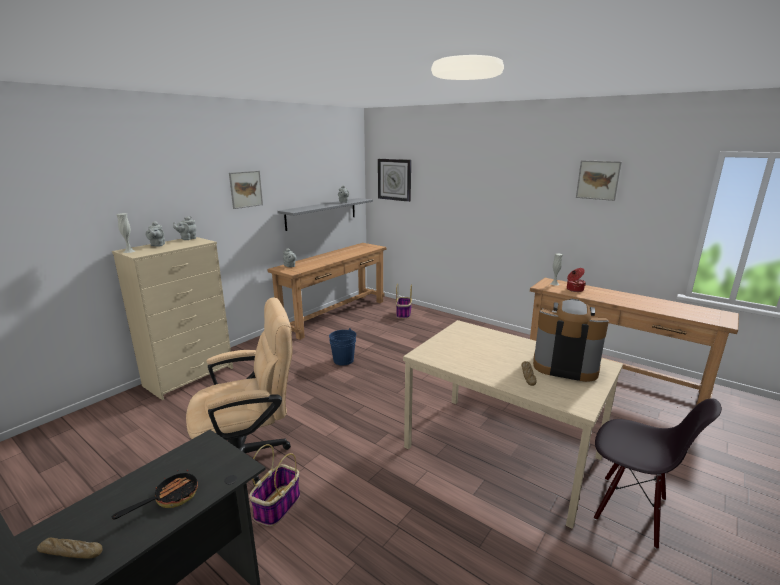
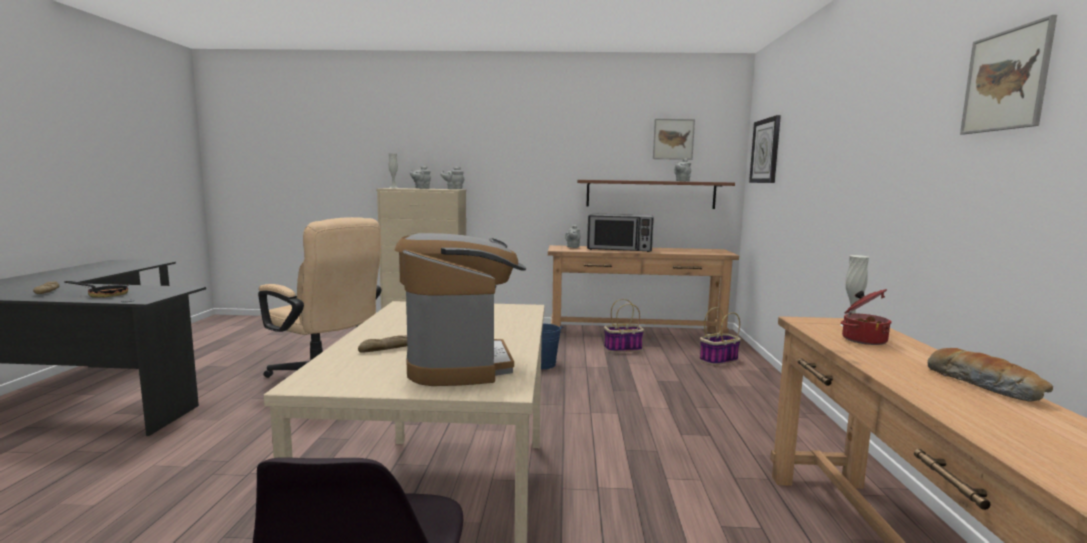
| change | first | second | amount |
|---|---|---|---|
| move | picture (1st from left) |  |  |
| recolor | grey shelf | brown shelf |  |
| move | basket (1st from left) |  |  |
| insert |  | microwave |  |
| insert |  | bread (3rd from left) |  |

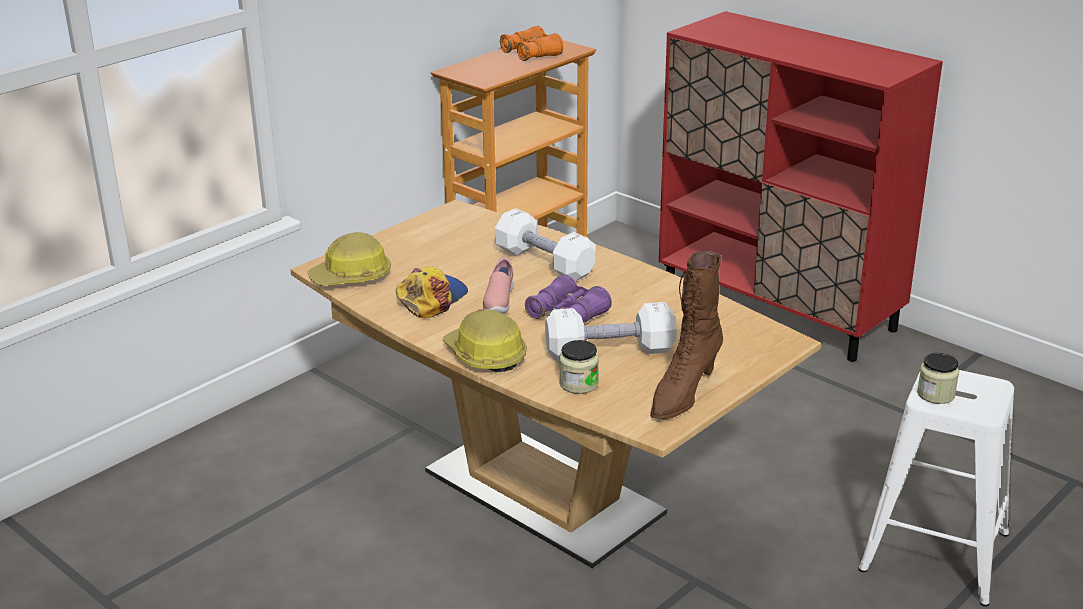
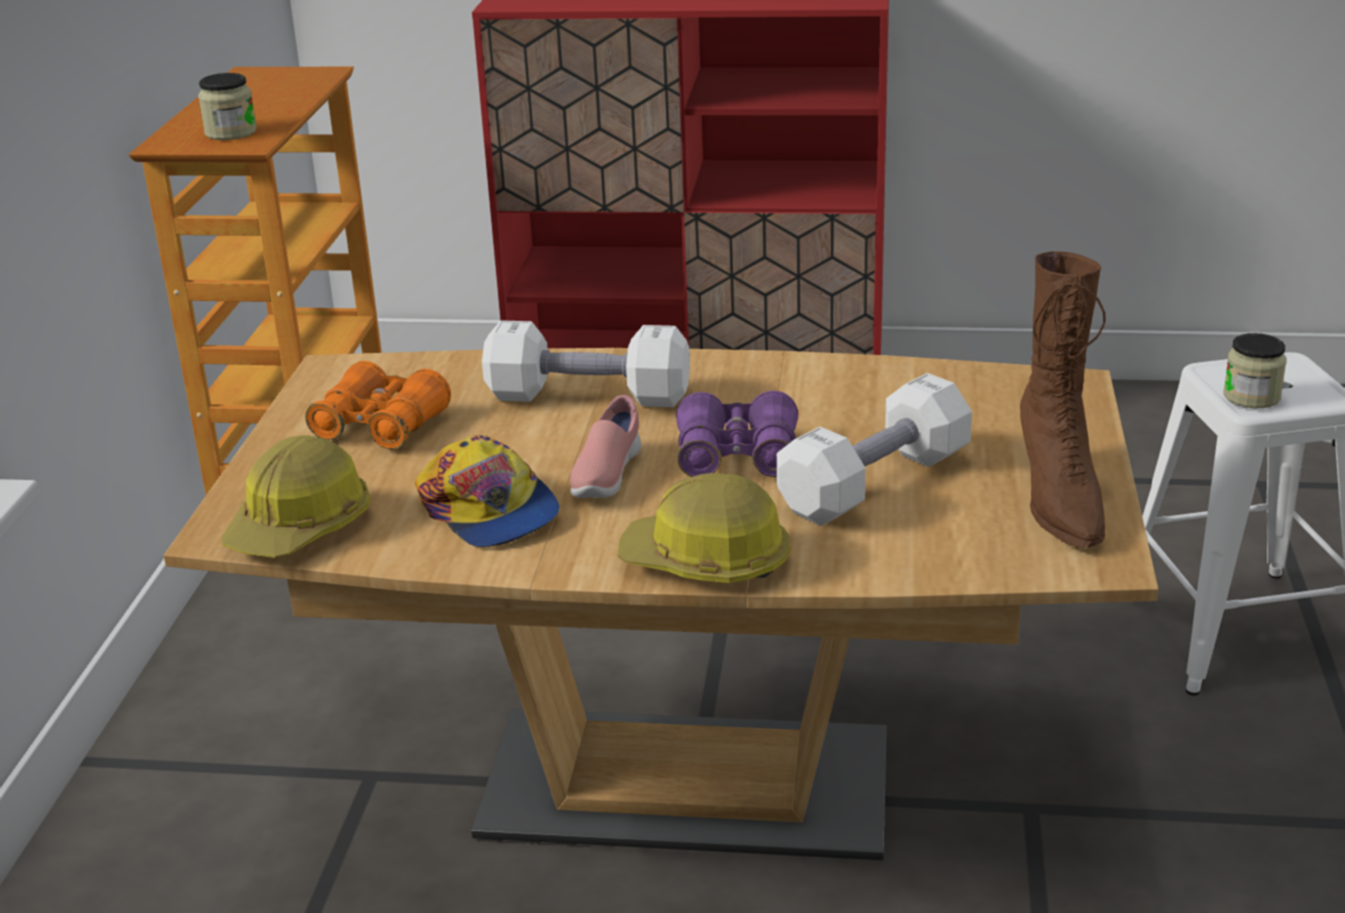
| change | first | second | amount |
|---|---|---|---|
| move | orange binoculars |  |  |
| rotate | pink shoe |  | 45 degrees clockwise |
| rotate | cap |  | 150 degrees clockwise |
| move | jar (1st from left) |  |  |

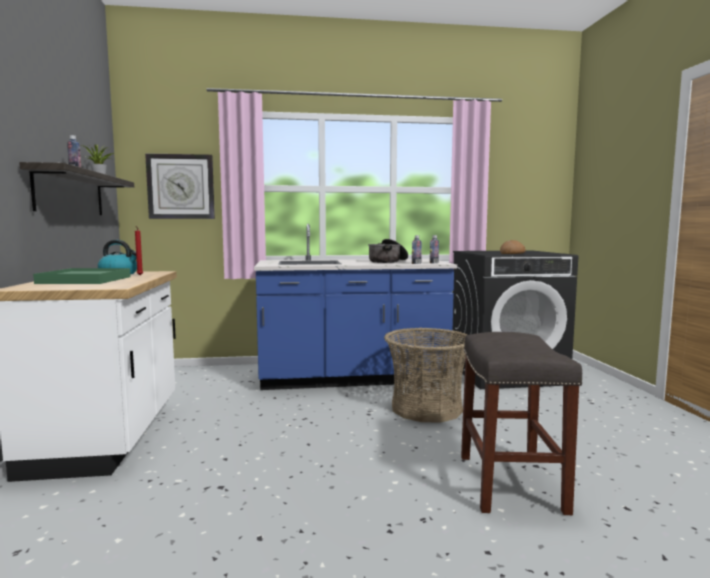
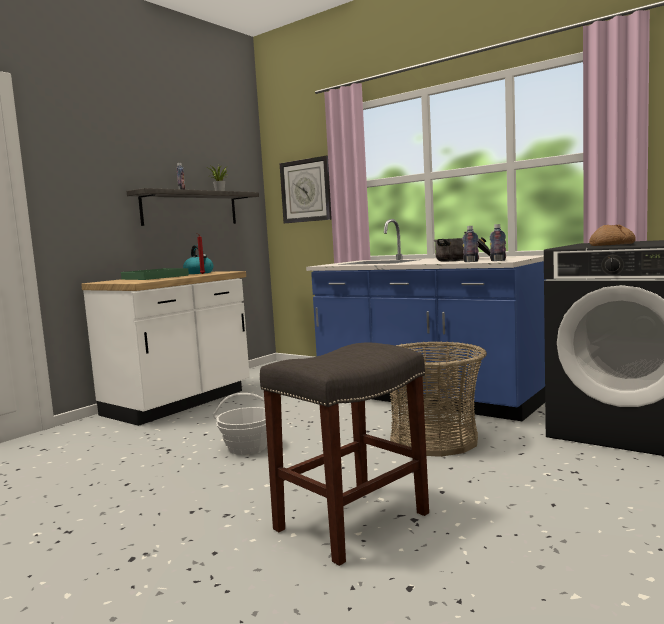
| change | first | second | amount |
|---|---|---|---|
| insert |  | basket (1st from left) |  |

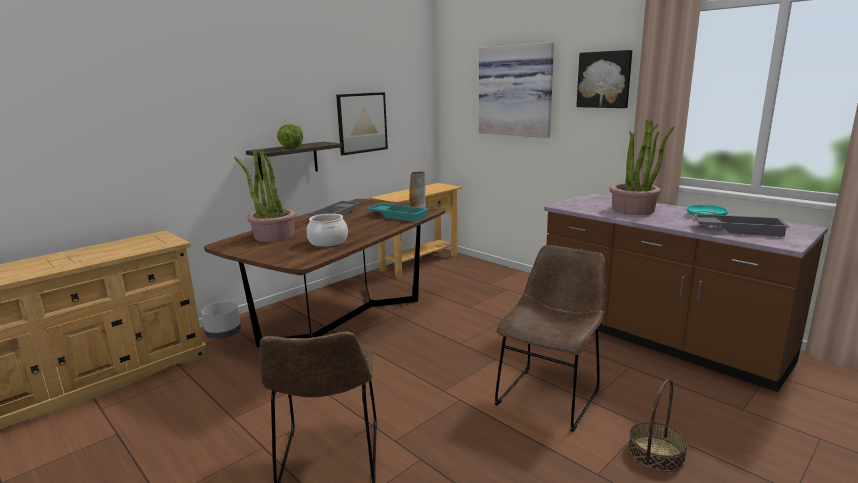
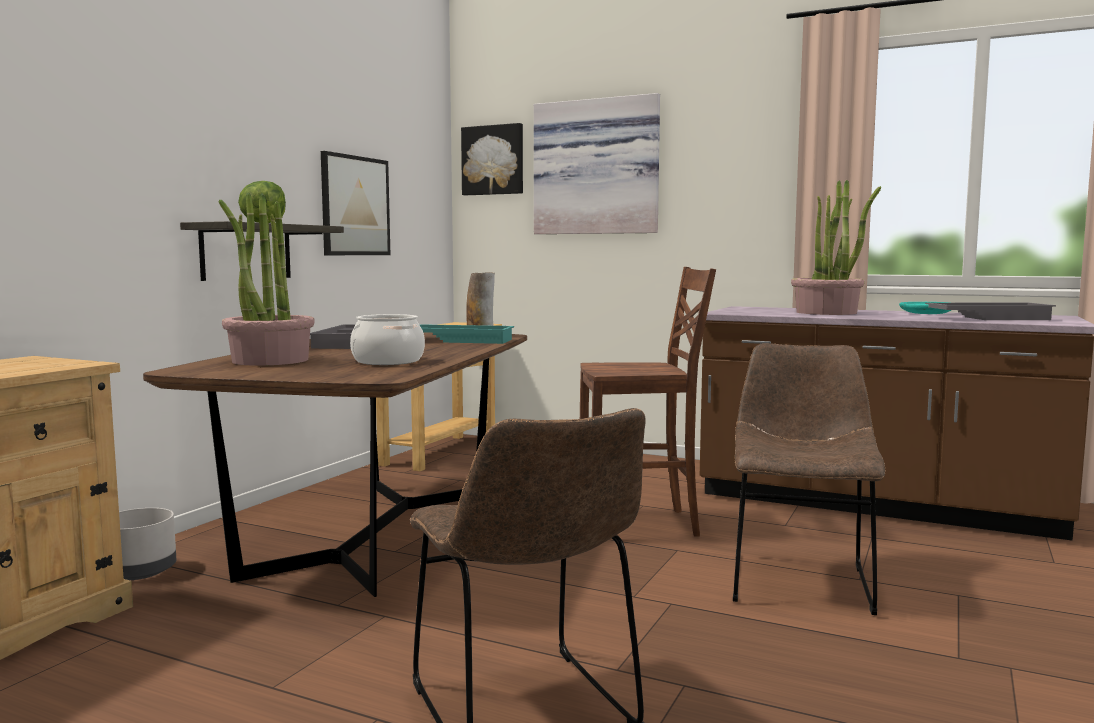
| change | first | second | amount |
|---|---|---|---|
| move | picture (3rd from left in the first image) | picture (2nd from left) |  |
| delete | basket |  |  |
| insert |  | brown chair (2nd from left) |  |

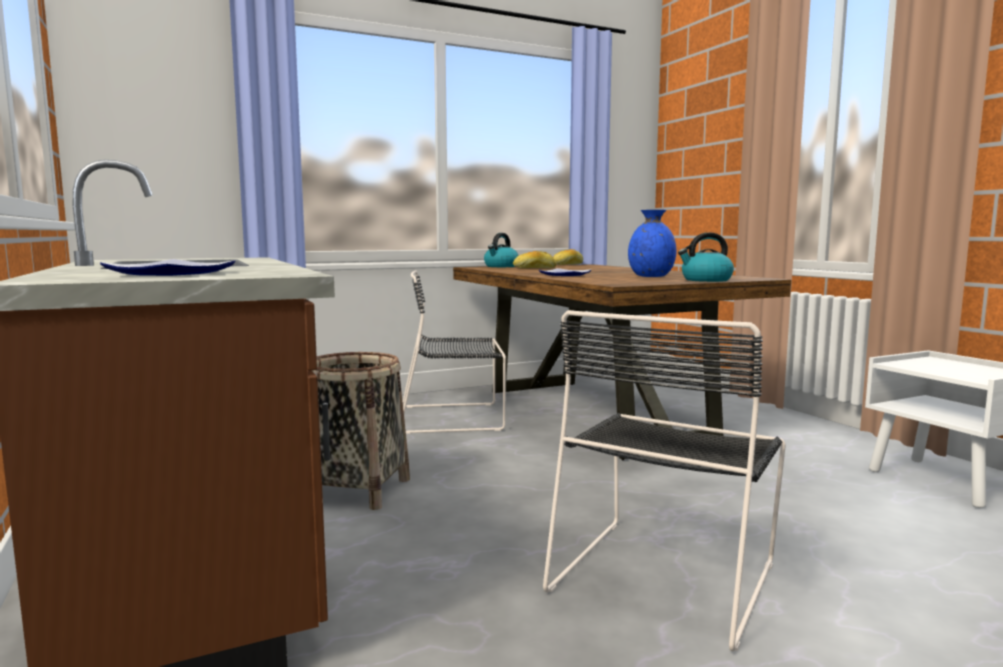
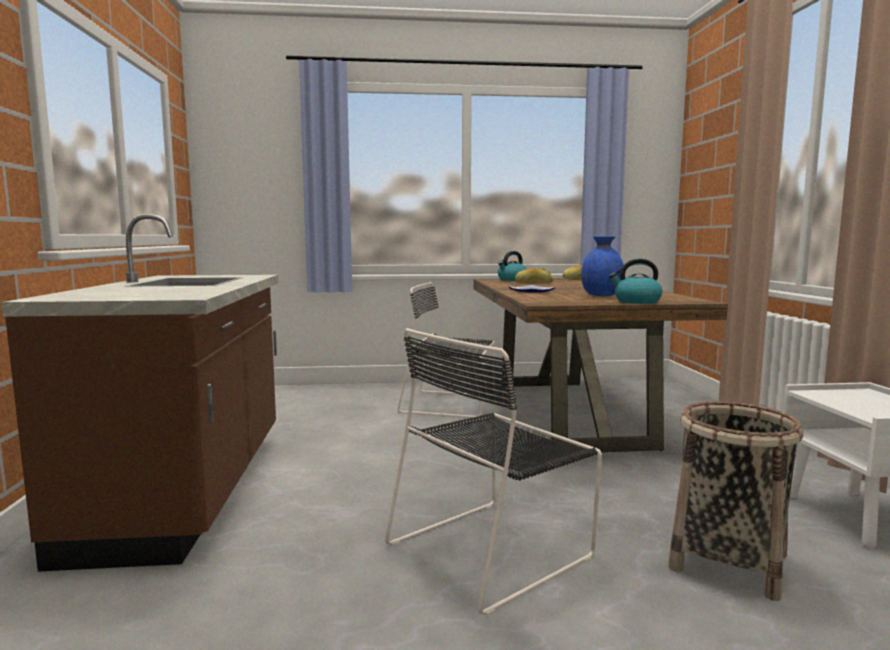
| change | first | second | amount |
|---|---|---|---|
| delete | plate (1st from left) |  |  |
| move | basket |  |  |

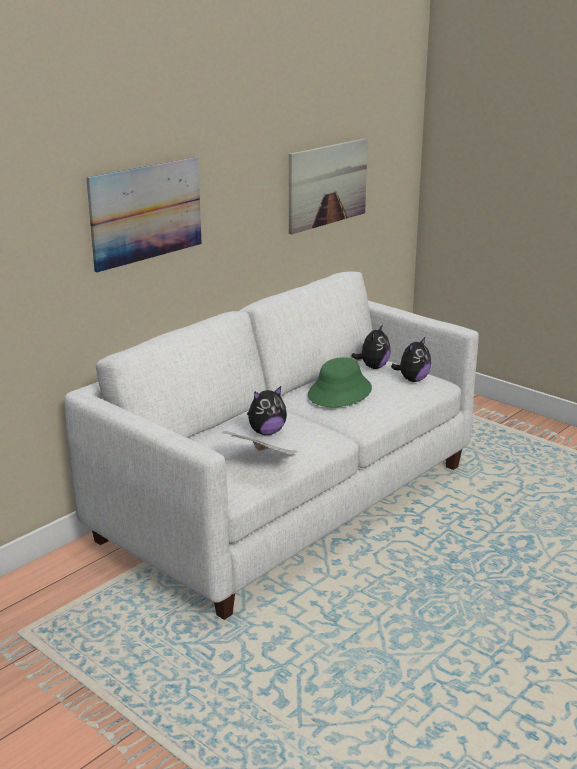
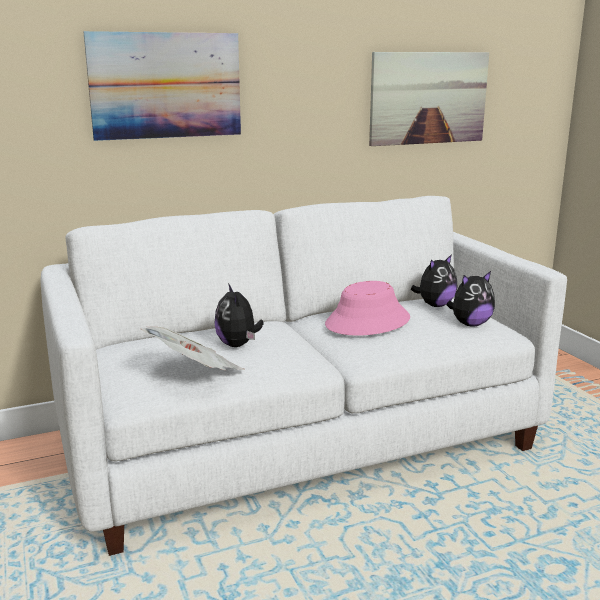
| change | first | second | amount |
|---|---|---|---|
| recolor | green hat | pink hat |  |
| rotate | plush toy (1st from left) |  | 75 degrees clockwise |

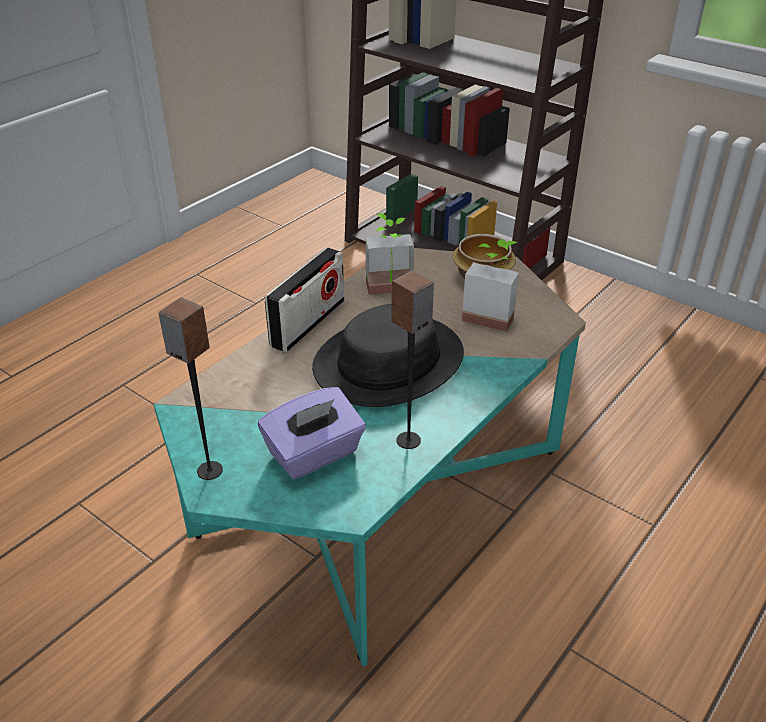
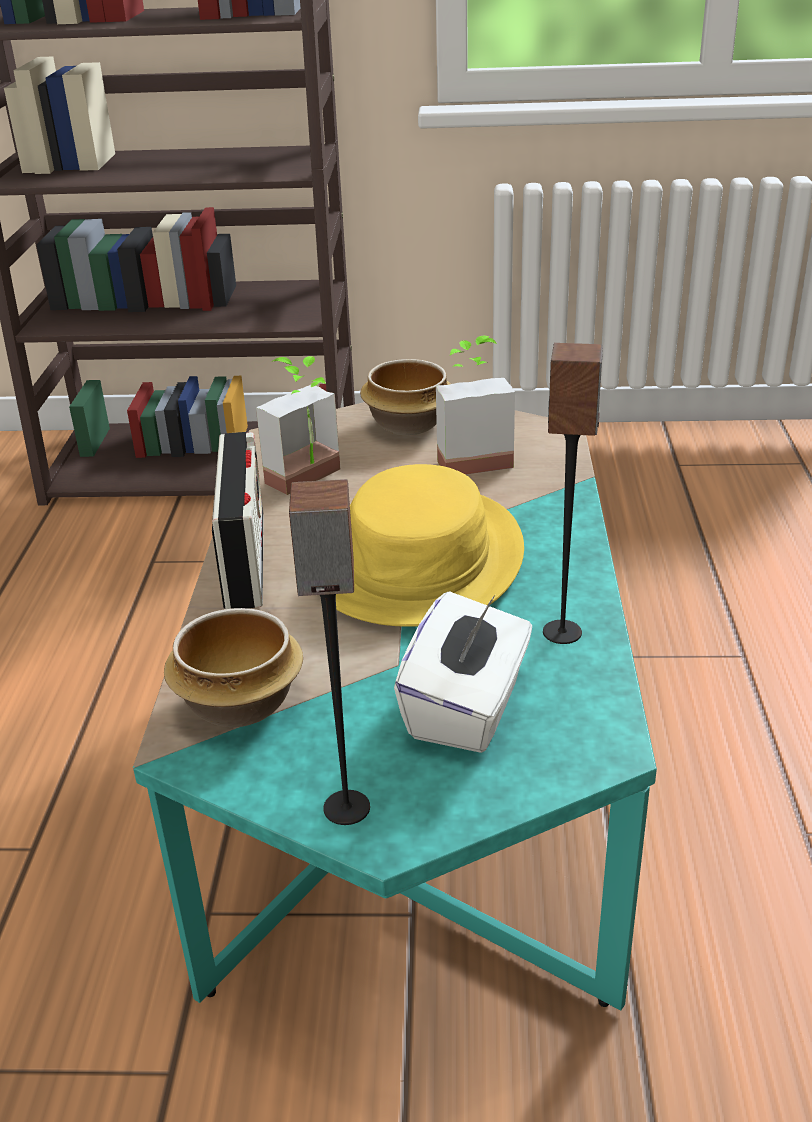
| change | first | second | amount |
|---|---|---|---|
| recolor | black hat | yellow hat |  |
| recolor | purple tissue box | white tissue box |  |
| insert |  | bowl (1st from left) |  |

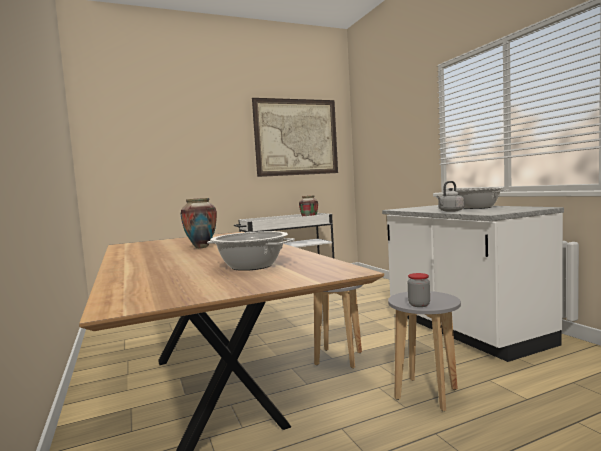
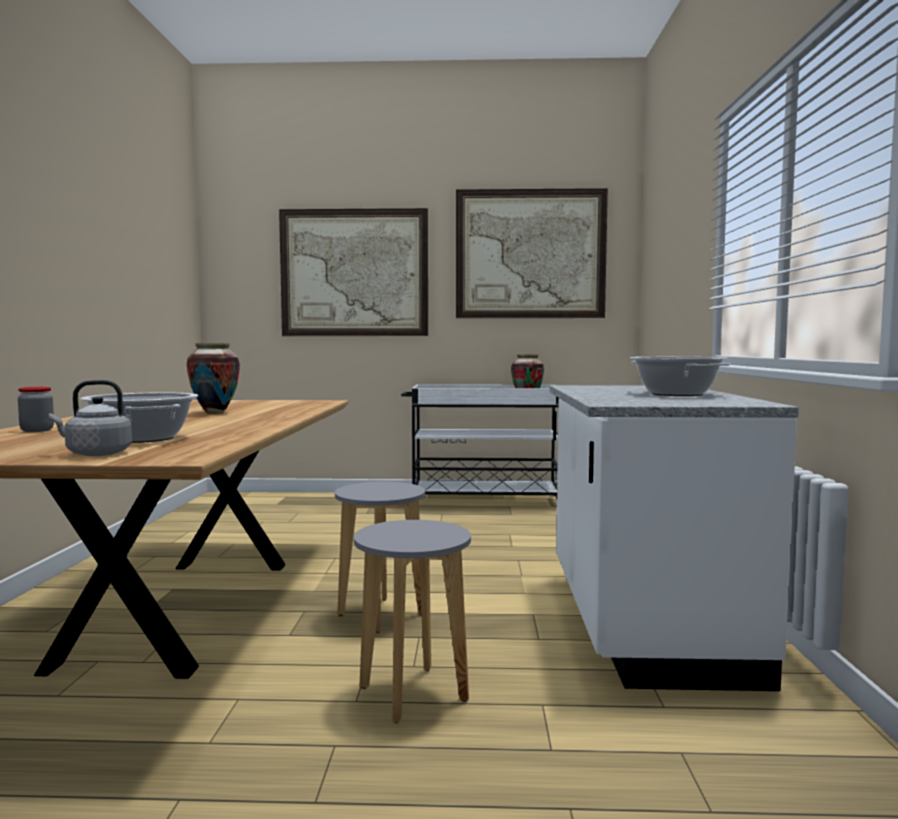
| change | first | second | amount |
|---|---|---|---|
| move | grey kettle |  |  |
| move | jar |  |  |
| insert |  | picture (1st from left) |  |

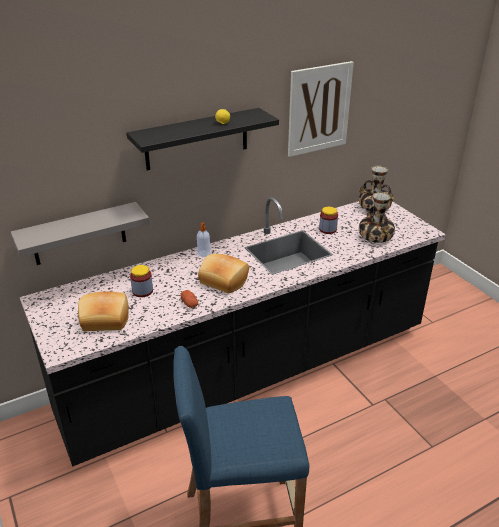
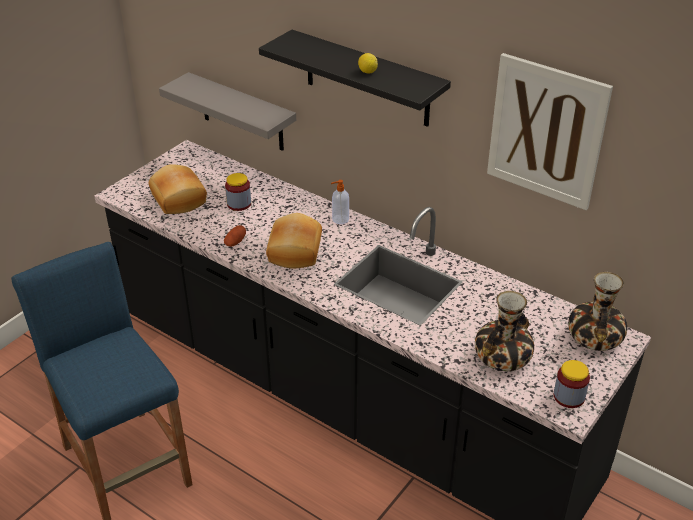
| change | first | second | amount |
|---|---|---|---|
| move | jar (2nd from left) |  |  |

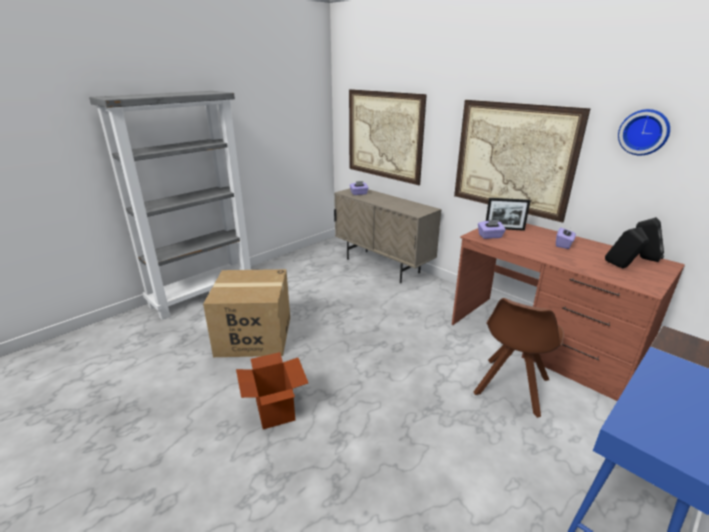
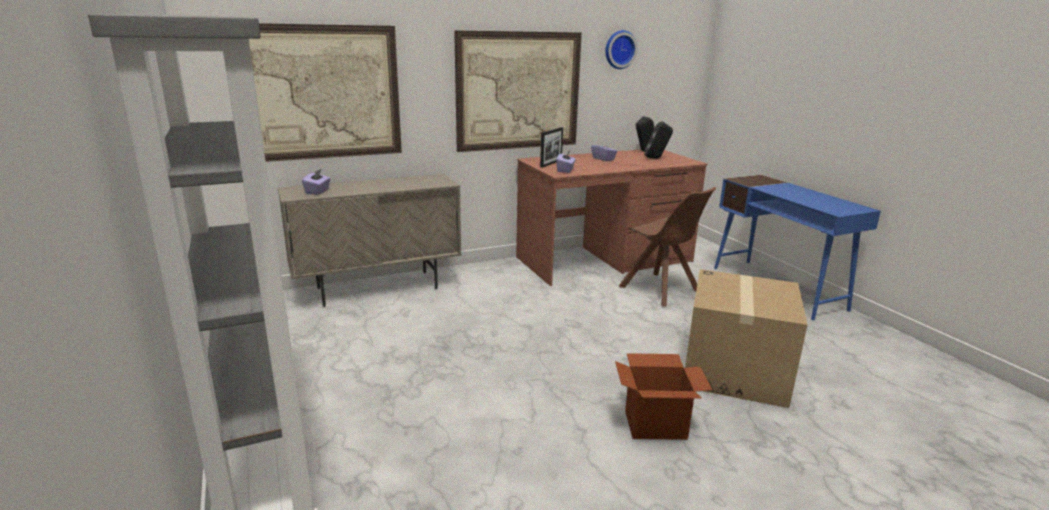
| change | first | second | amount |
|---|---|---|---|
| move | cardboard box (1st from left in the first image) | cardboard box (2nd from left) |  |

